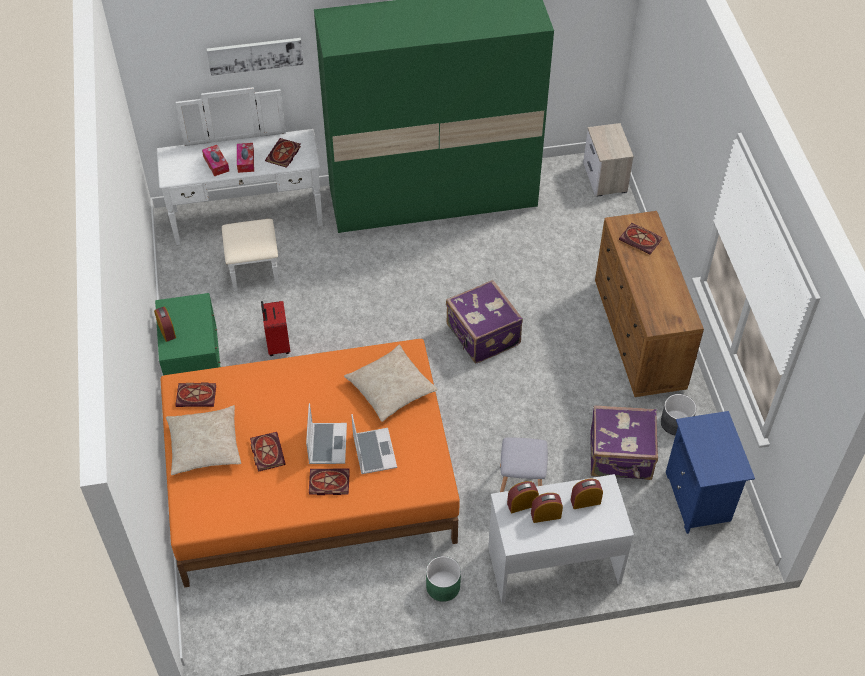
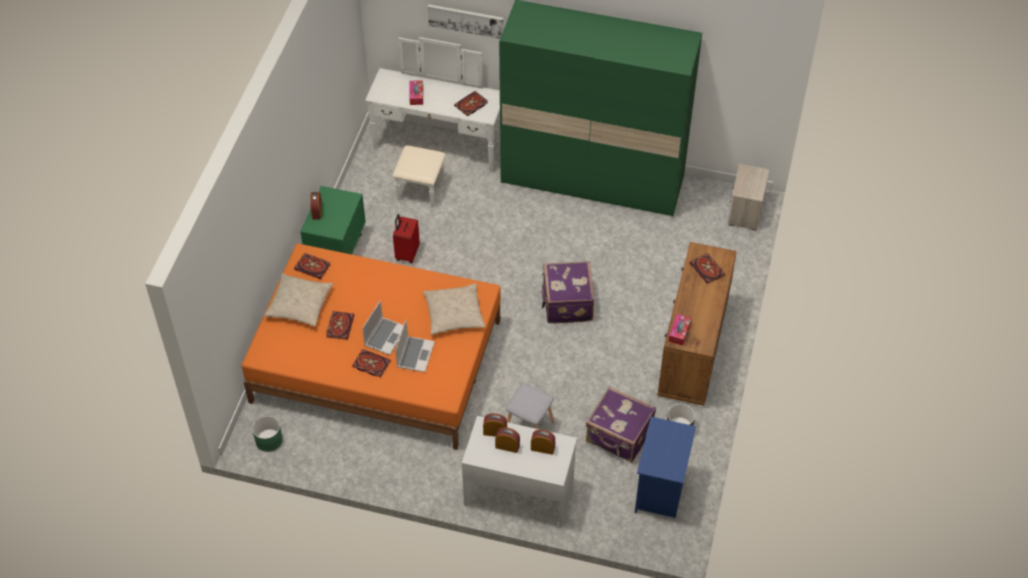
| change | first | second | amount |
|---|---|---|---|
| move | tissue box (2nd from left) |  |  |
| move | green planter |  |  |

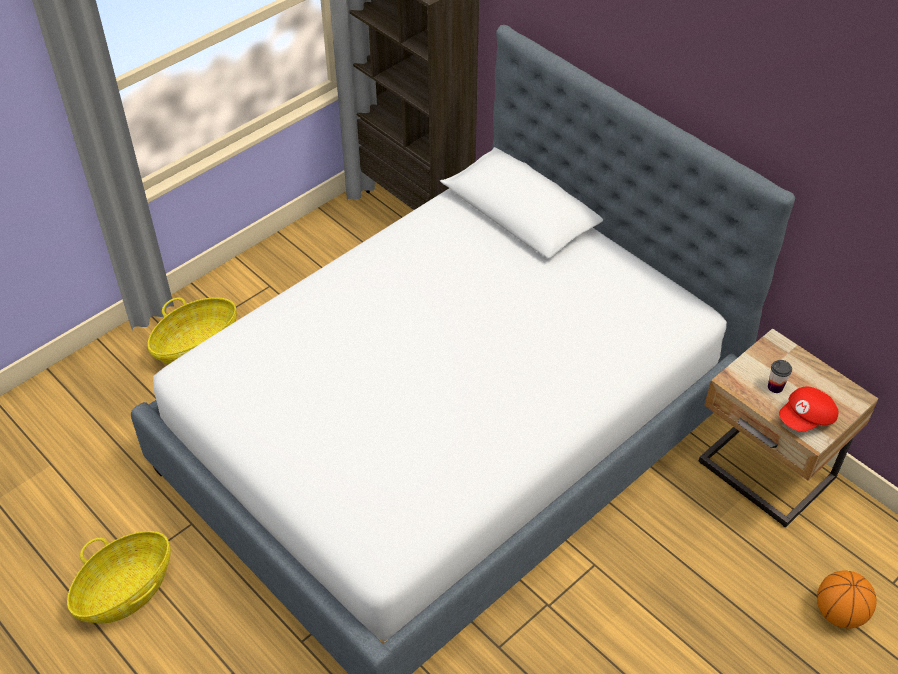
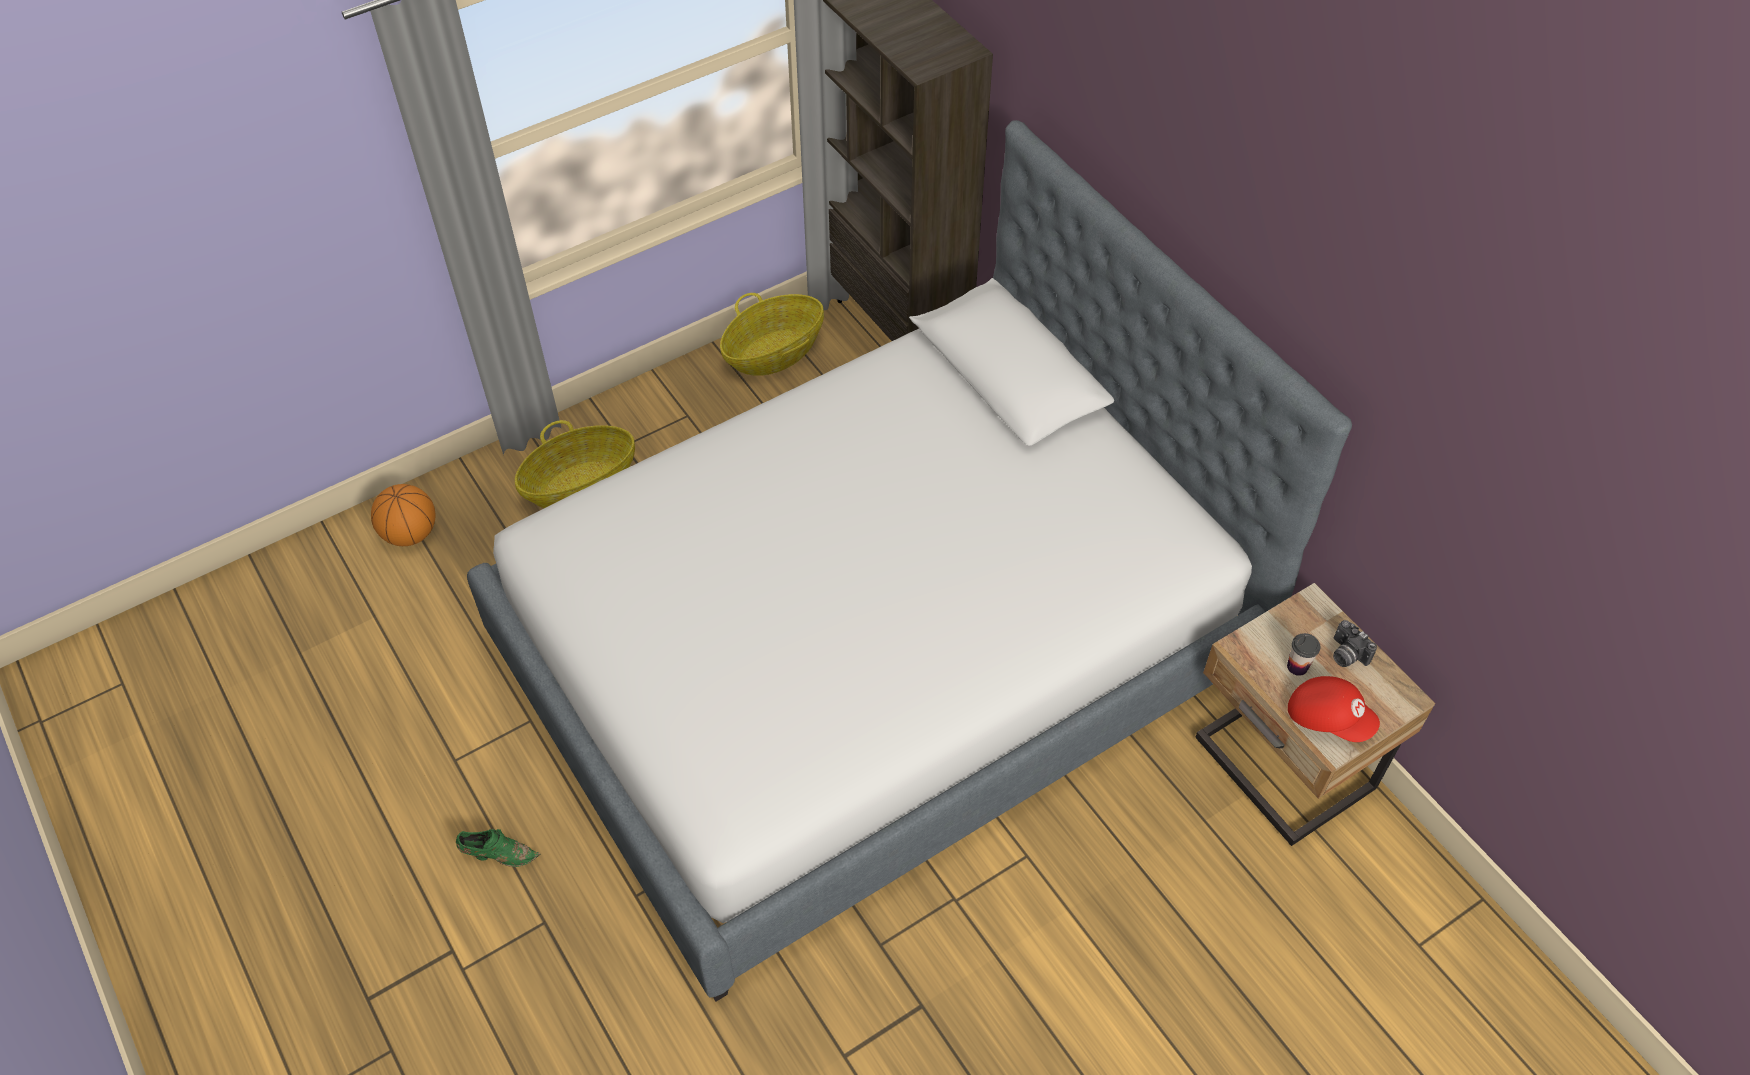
| change | first | second | amount |
|---|---|---|---|
| rotate | red cap |  | 120 degrees counterclockwise |
| move | basket (1st from left in the first image) | basket (2nd from left) |  |
| move | basketball |  |  |
| insert |  | photo camera |  |
| insert |  | green shoe |  |

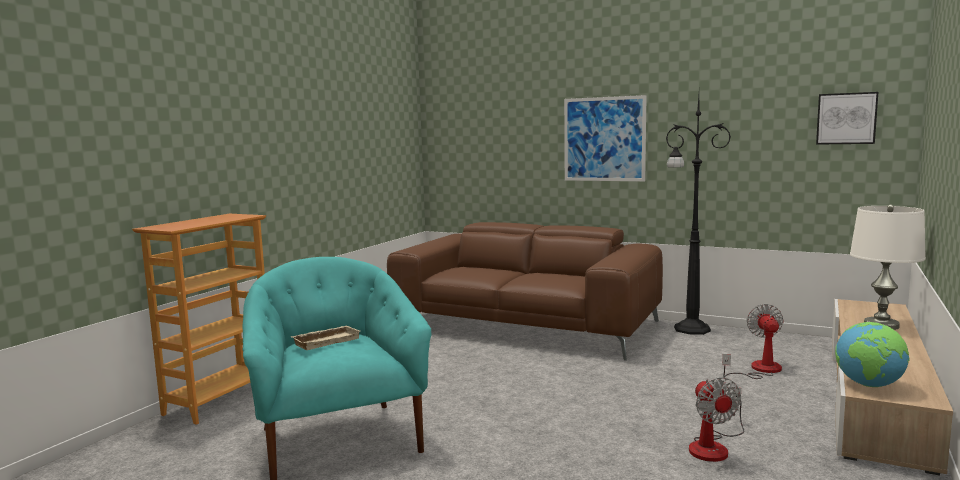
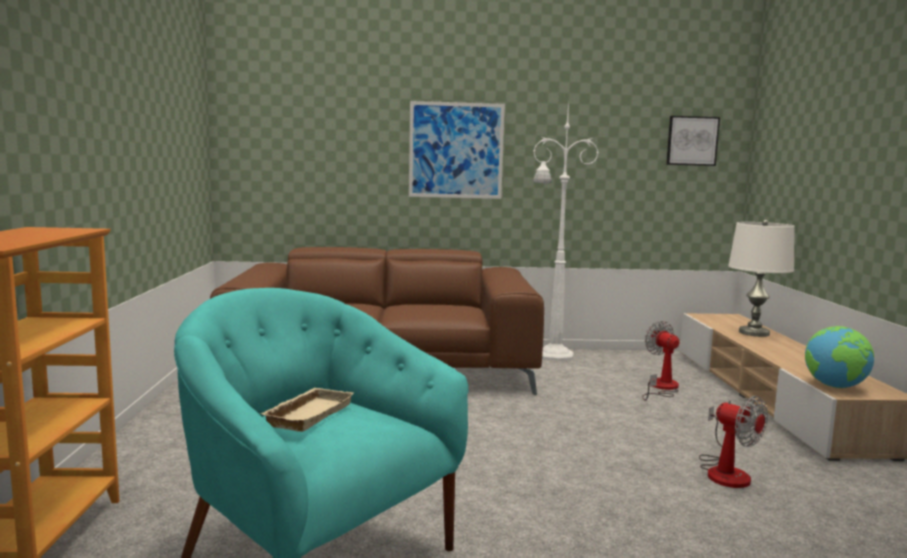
| change | first | second | amount |
|---|---|---|---|
| recolor | black floor lamp | white floor lamp |  |

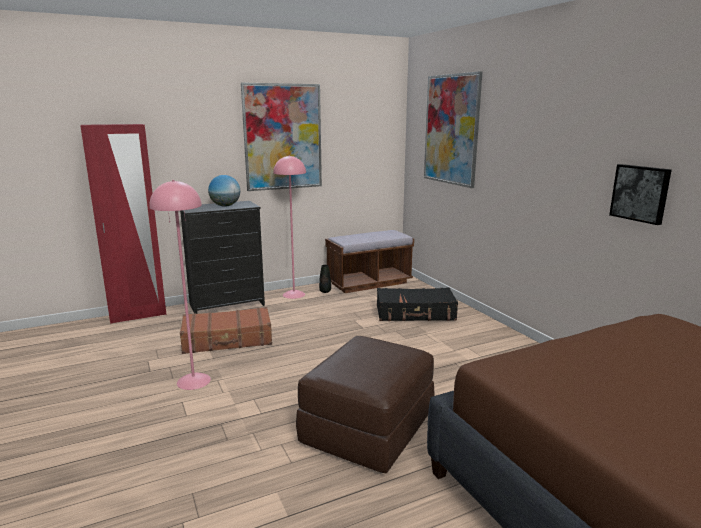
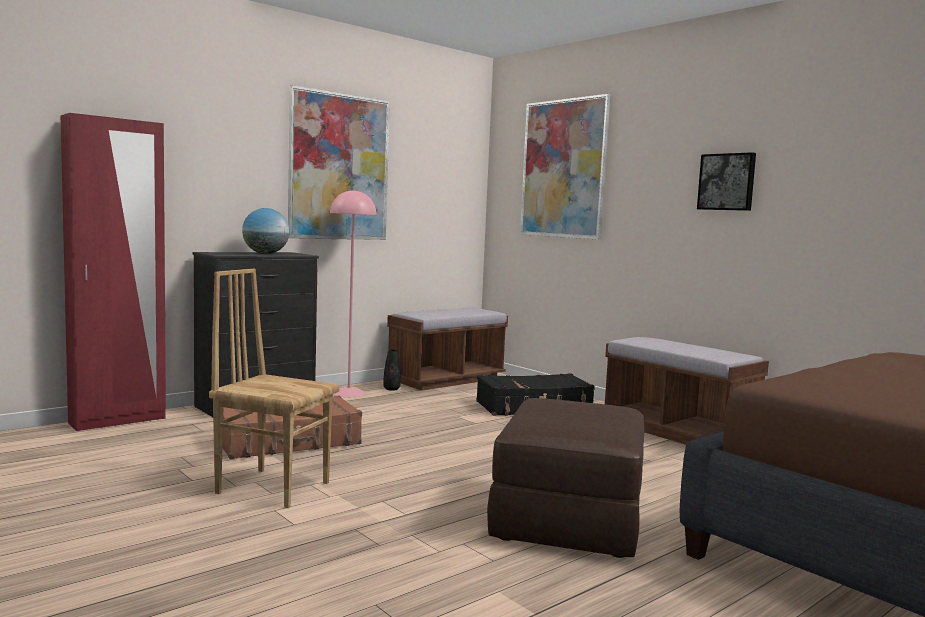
| change | first | second | amount |
|---|---|---|---|
| move | picture (3rd from left) |  |  |
| replace | pink floor lamp (1st from left) | brown chair |  |
| insert |  | brown bench (2nd from left) |  |

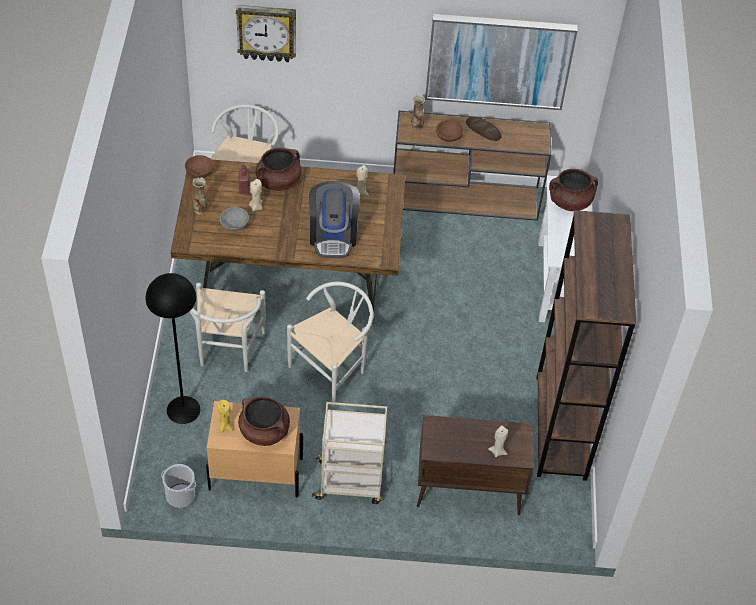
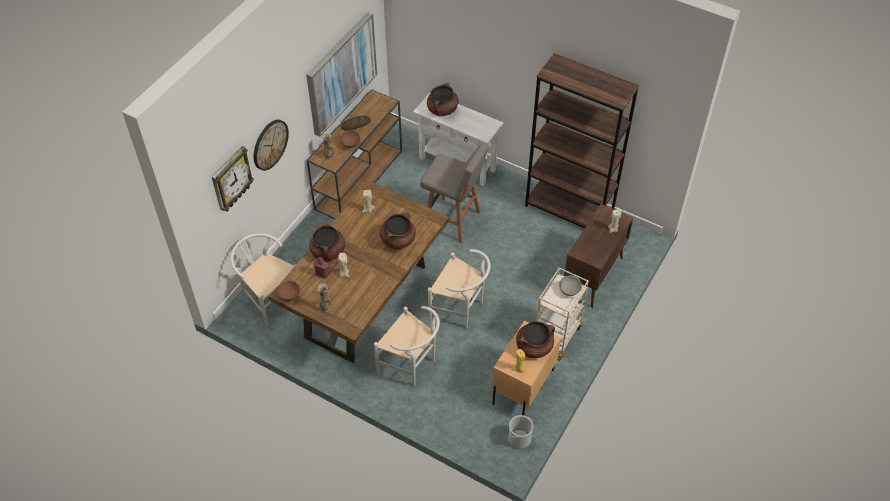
| change | first | second | amount |
|---|---|---|---|
| replace | coffee machine | brown cooking pot (2nd from left) |  |
| move | grey bowl |  |  |
| delete | black floor lamp |  |  |
| rotate | white chair (3rd from left) |  | 135 degrees clockwise |
| insert |  | wall clock (2nd from left) |  |
| insert |  | grey stool |  |

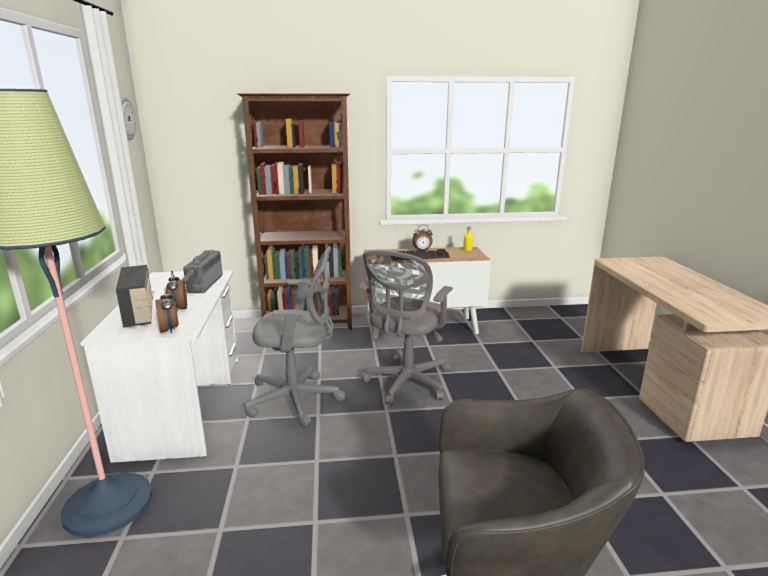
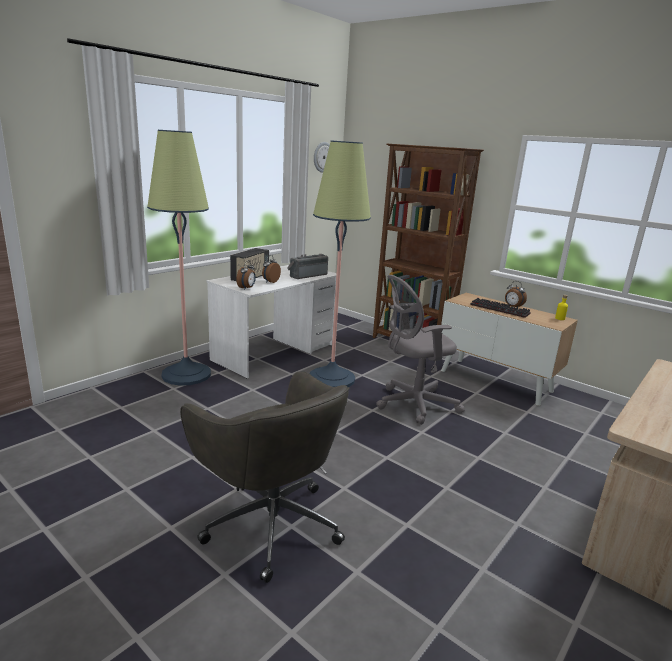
| change | first | second | amount |
|---|---|---|---|
| replace | grey office chair (1st from left) | floor lamp (2nd from left) |  |

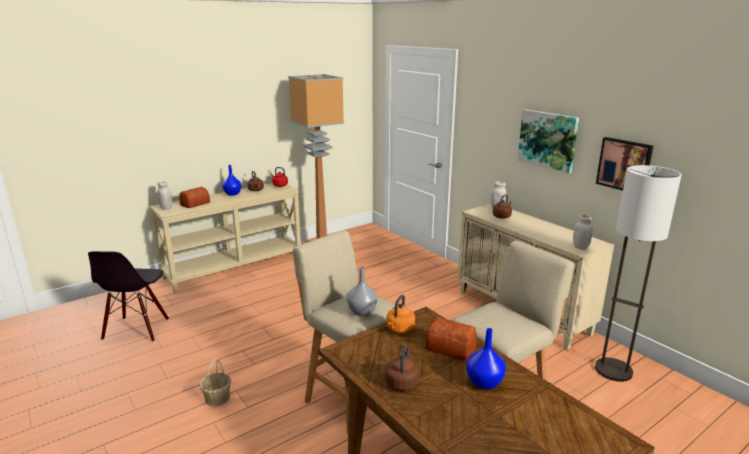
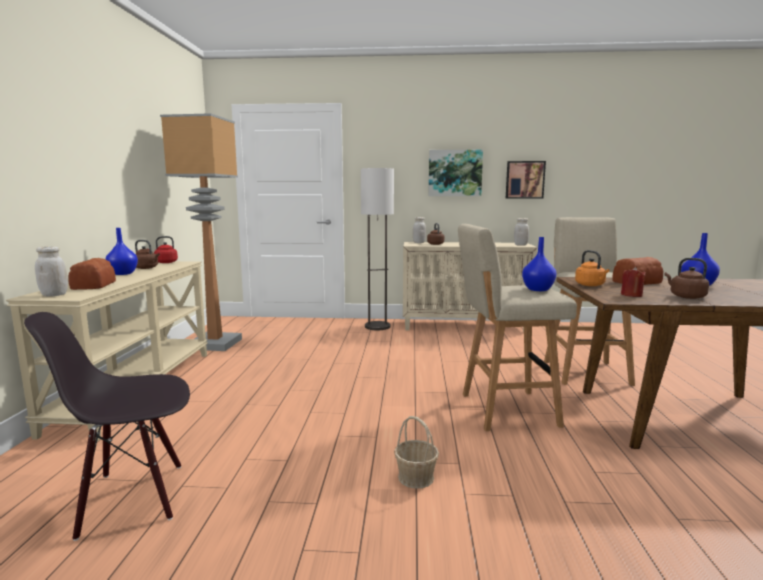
| change | first | second | amount |
|---|---|---|---|
| move | floor lamp (2nd from left) |  |  |
| rotate | black chair |  | 120 degrees clockwise |
| recolor | grey vase | blue vase (2nd from left) |  |
| insert |  | red candle |  |

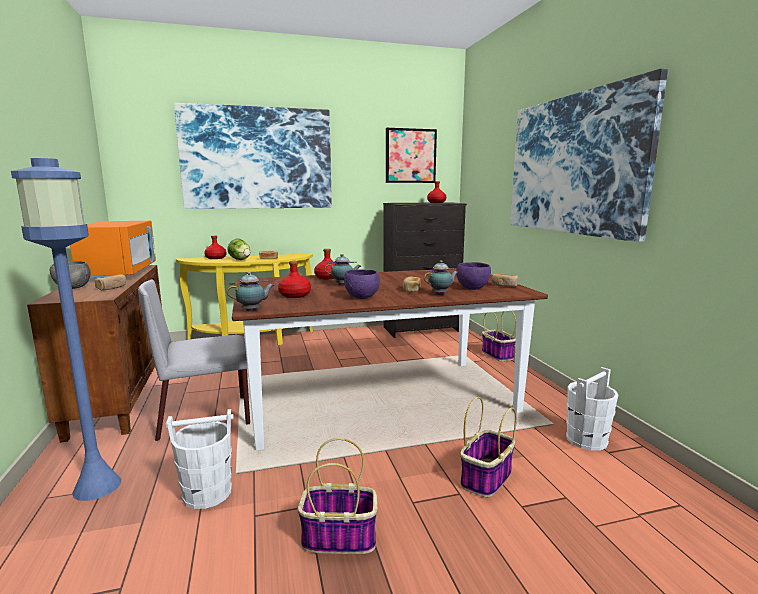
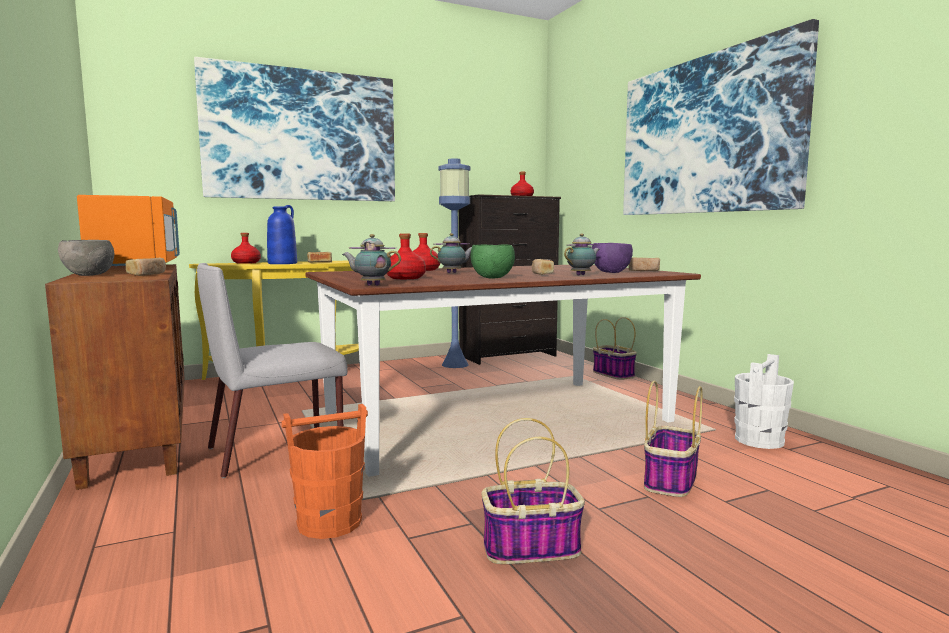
| change | first | second | amount |
|---|---|---|---|
| delete | picture (2nd from left) |  |  |
| move | blue floor lamp |  |  |
| replace | lettuce | blue vase |  |
| recolor | purple bowl (1st from left) | green bowl |  |
| rotate | teapot (1st from left) |  | 135 degrees counterclockwise |
| recolor | white bucket (1st from left) | orange bucket |  |

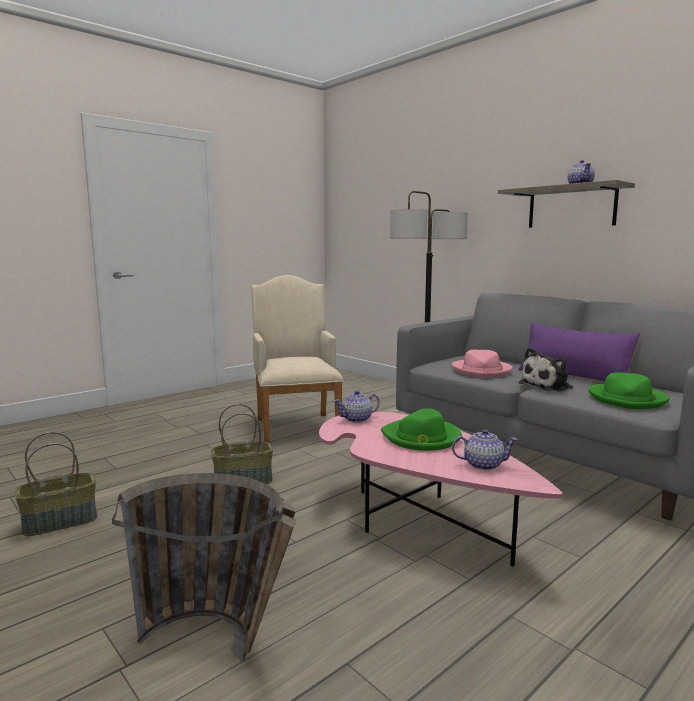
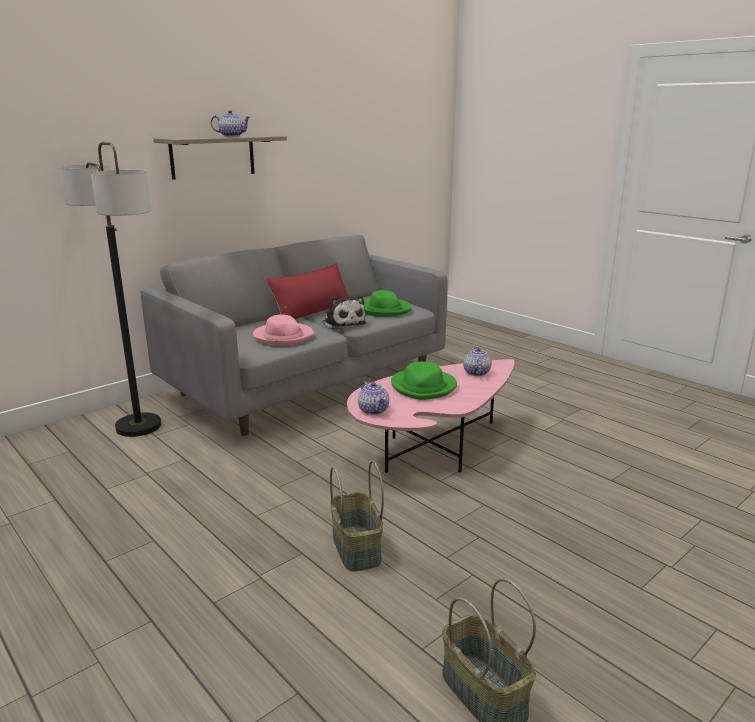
| change | first | second | amount |
|---|---|---|---|
| delete | beige armchair |  |  |
| recolor | purple pillow | red pillow |  |
| delete | basket (2nd from left) |  |  |

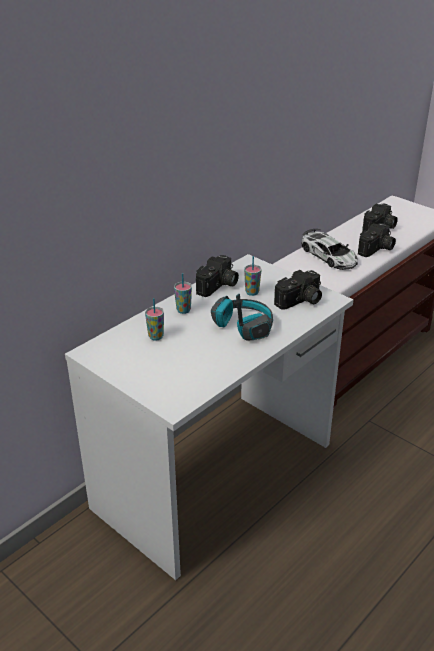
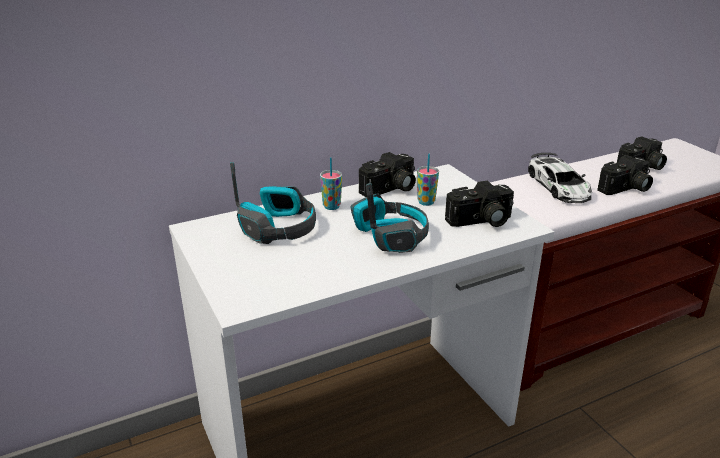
| change | first | second | amount |
|---|---|---|---|
| replace | cup (1st from left) | headphones (1st from left) |  |

